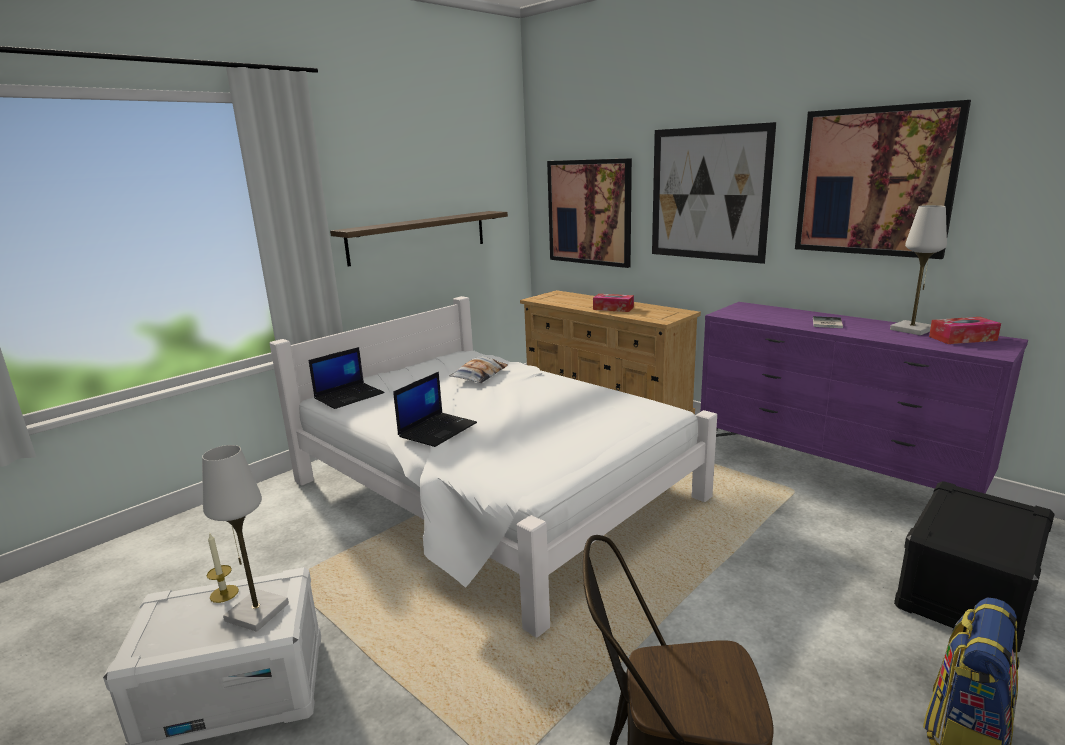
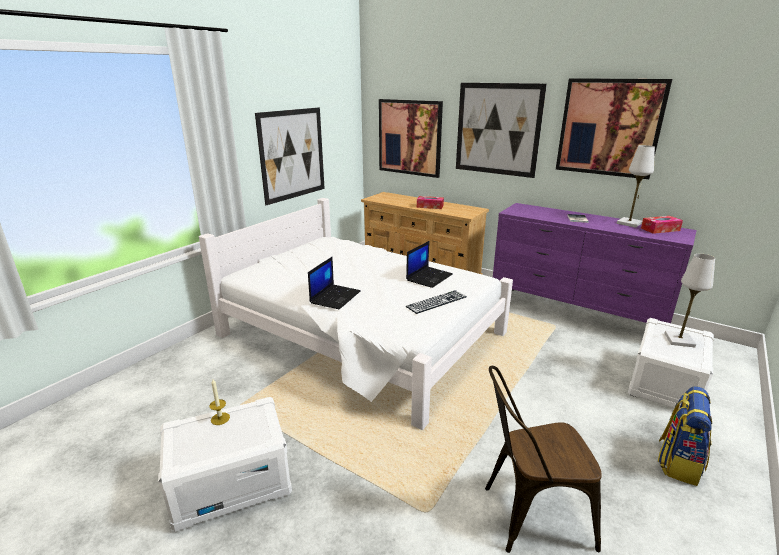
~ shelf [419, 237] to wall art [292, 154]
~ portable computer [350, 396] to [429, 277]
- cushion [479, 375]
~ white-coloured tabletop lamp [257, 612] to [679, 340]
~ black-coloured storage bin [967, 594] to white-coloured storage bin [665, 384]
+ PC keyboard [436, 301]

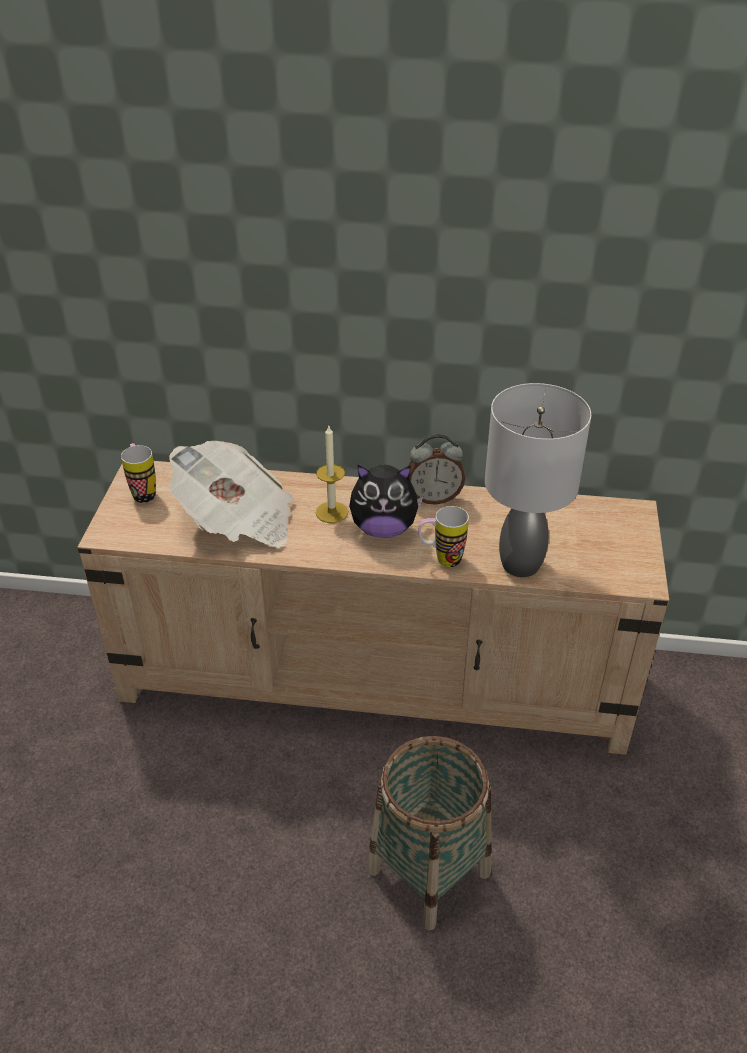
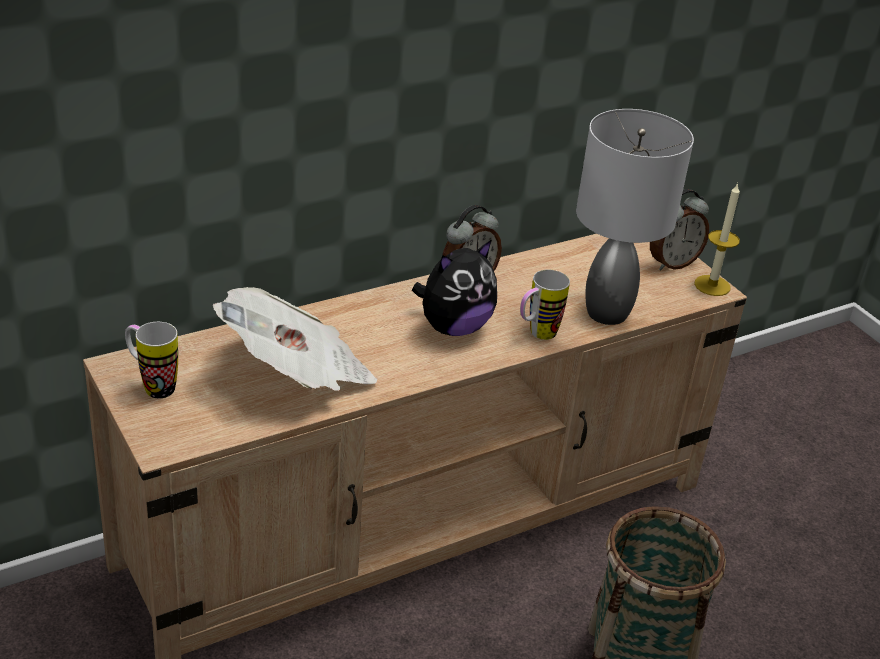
~ candle [332, 512] to [712, 285]
+ alarm clock [672, 263]

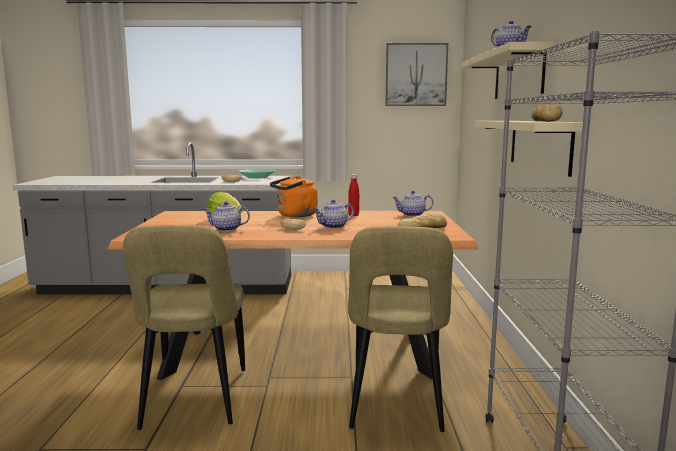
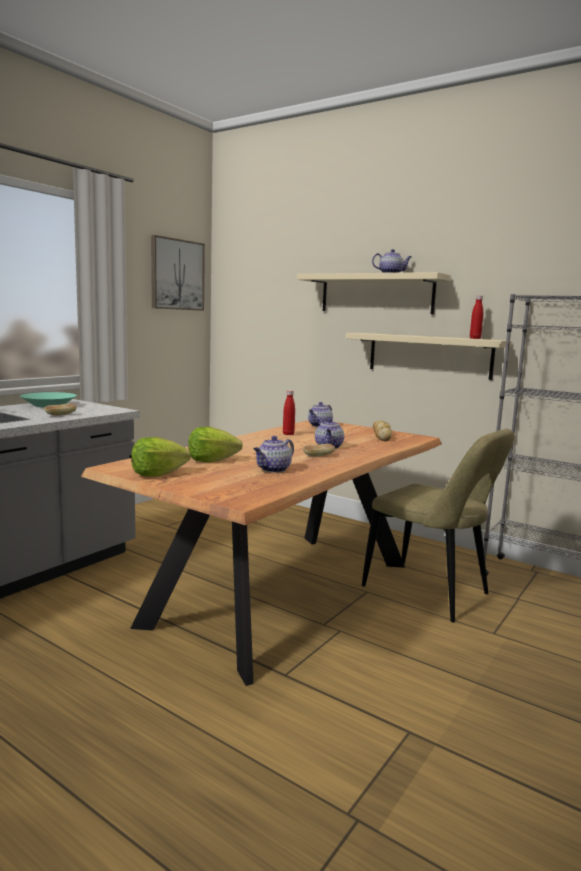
~ baked bread [545, 121] to red bottle [475, 338]
- orange-coloured water kettle [295, 215]
- sand-coloured plain chair [194, 401]
+ lettuce head [157, 474]

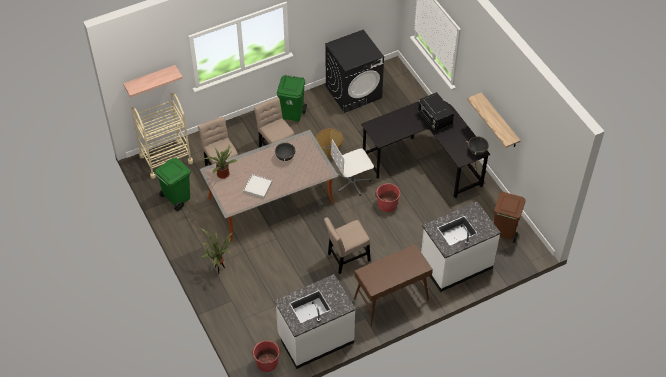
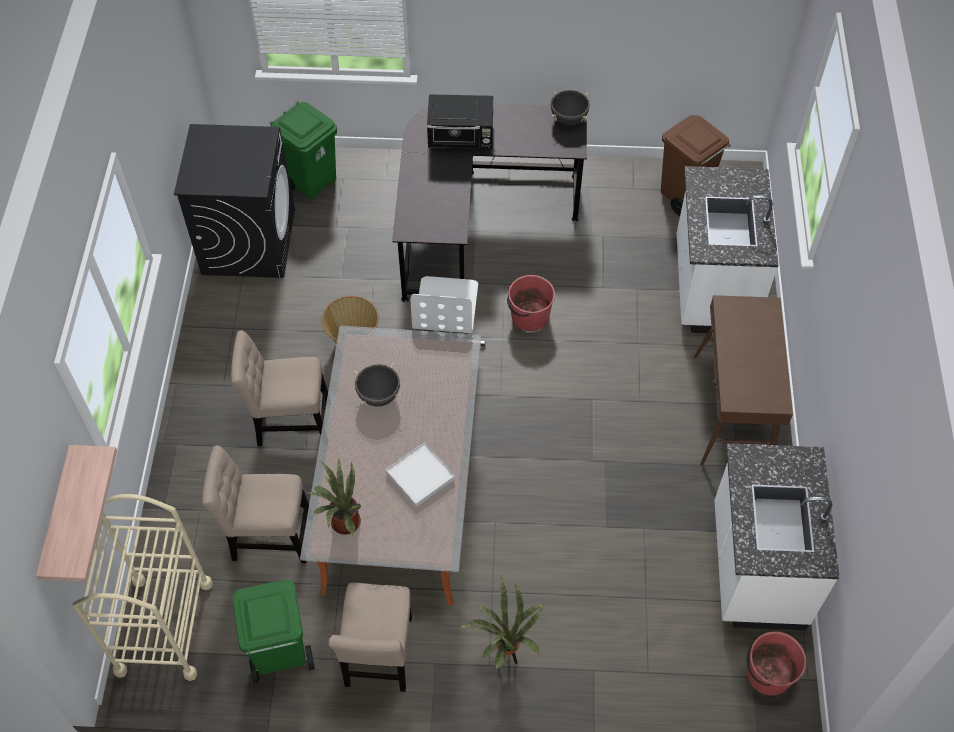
~ greenish trash can [292, 114] to [312, 181]
- shelf [499, 121]
~ sand-coloured plain chair [346, 258] to [379, 657]

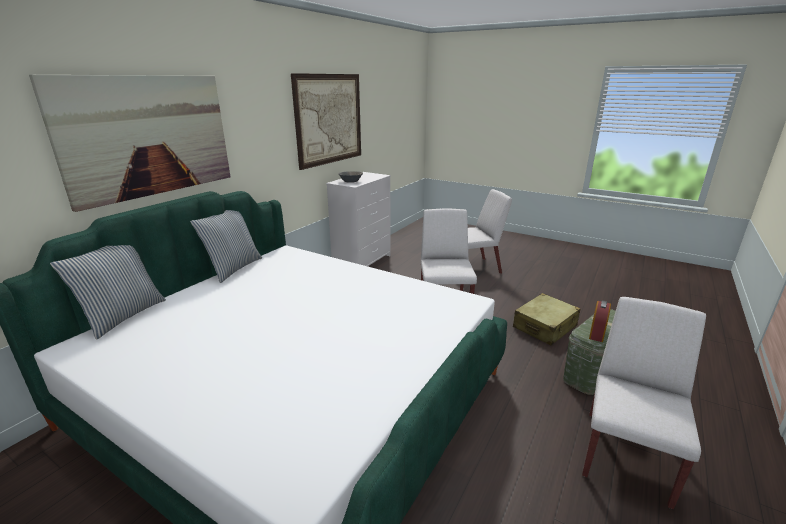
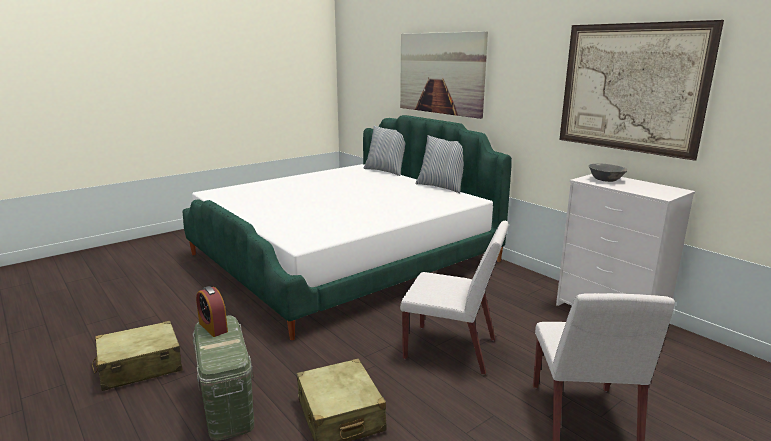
~ white-coloured plain chair [626, 454] to sand-coloured travel case [140, 366]

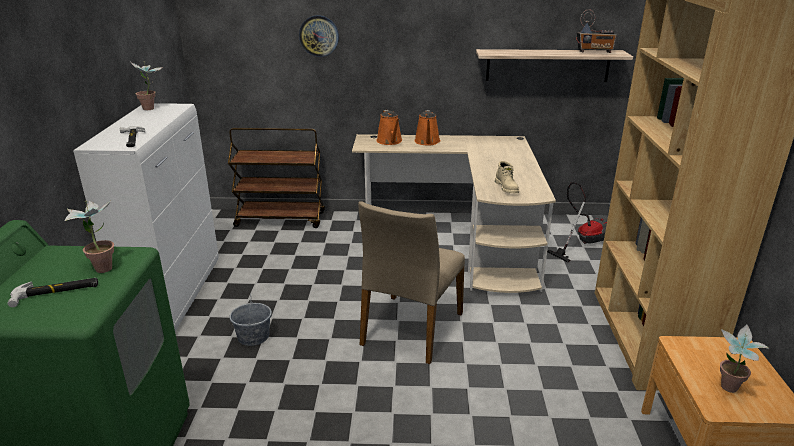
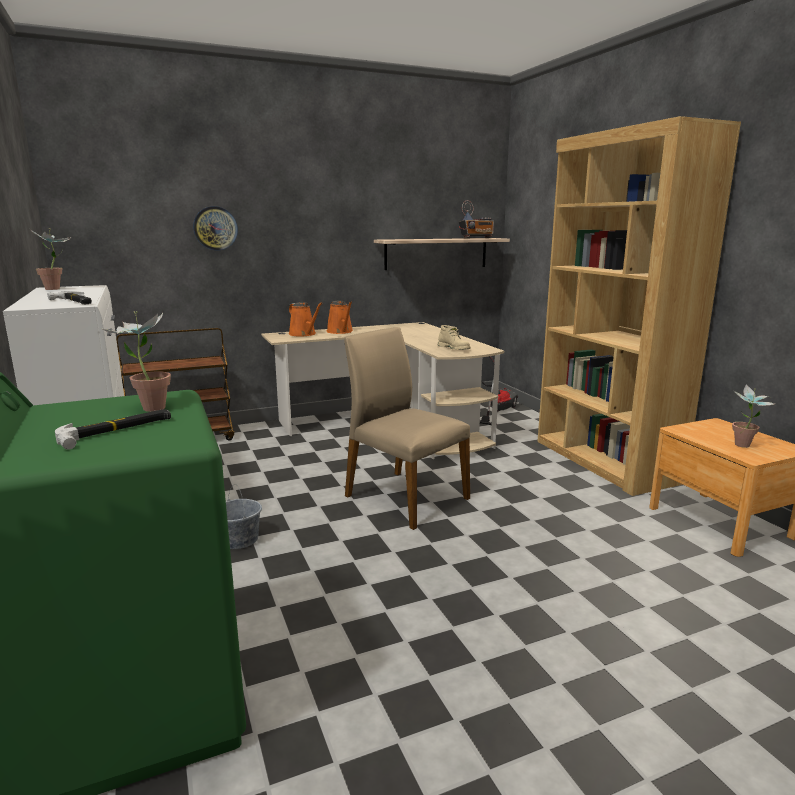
~ sand-coloured plain chair [410, 329] = [404, 497] 135 degrees clockwise

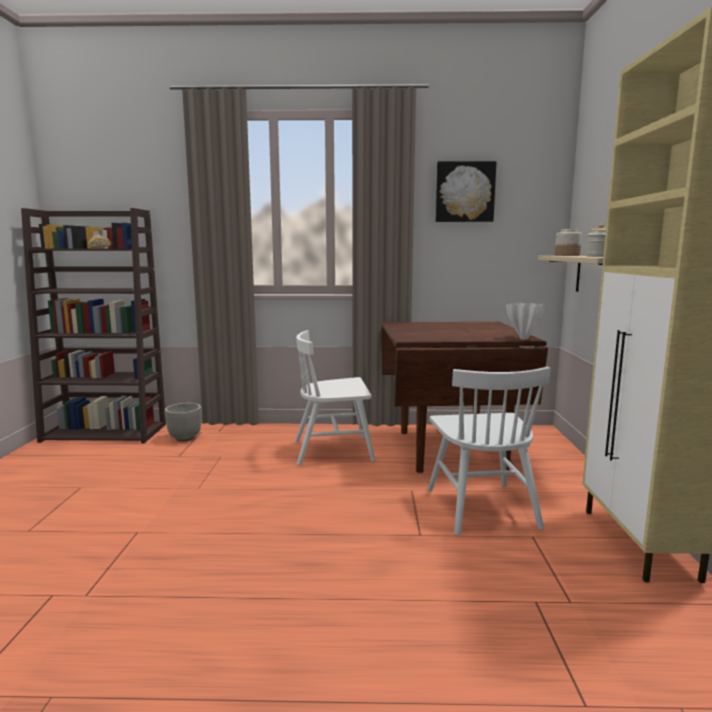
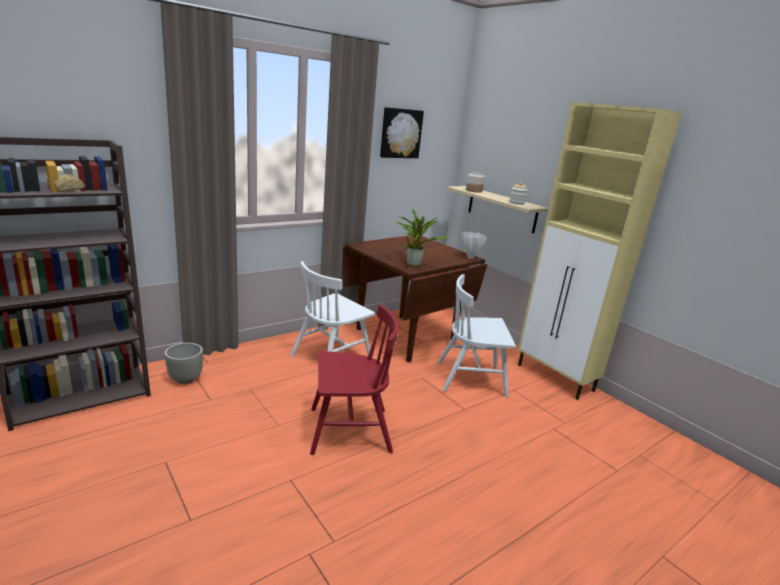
~ white-coloured plain chair [481, 507] = [471, 378] 135 degrees clockwise
+ plant in a pot [413, 264]
+ red plain chair [349, 430]

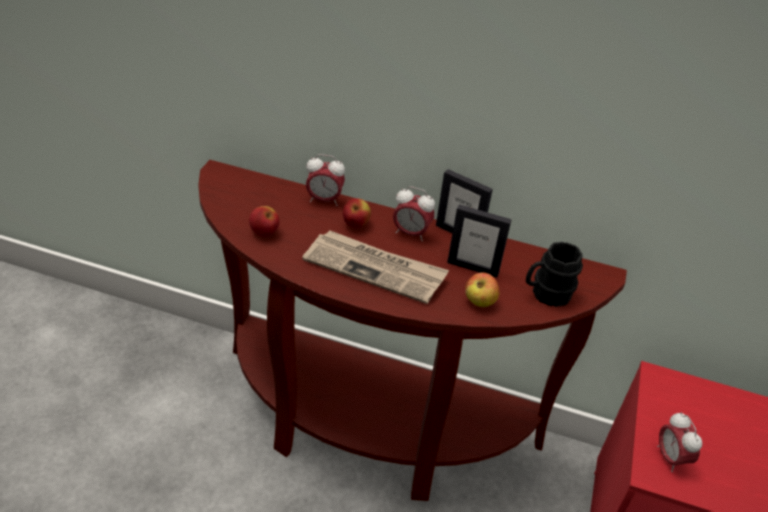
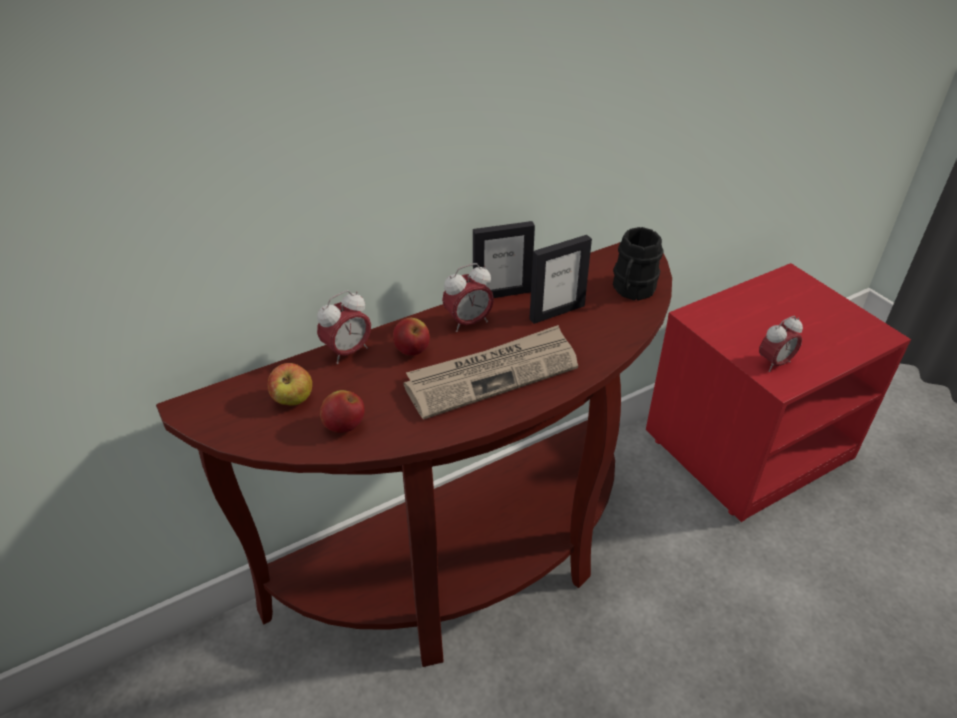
~ whole apple [479, 301] to [293, 399]
~ alarm clock [670, 458] = [774, 363] 60 degrees counterclockwise

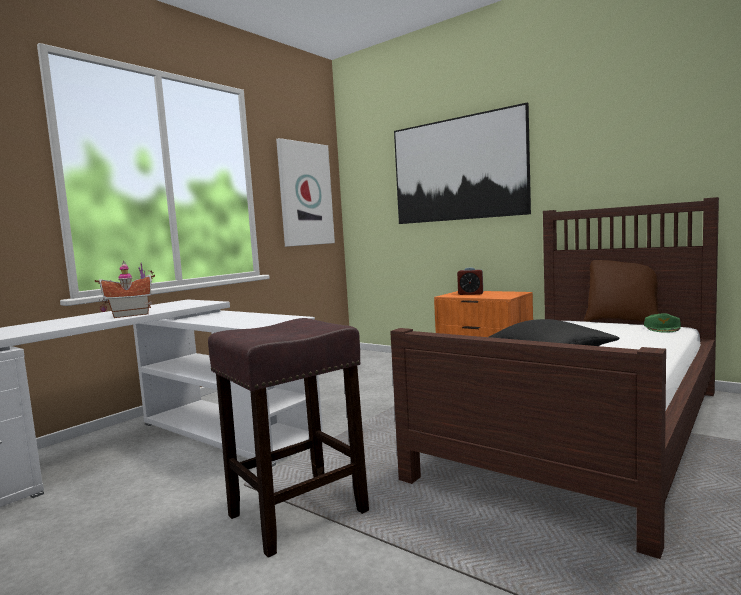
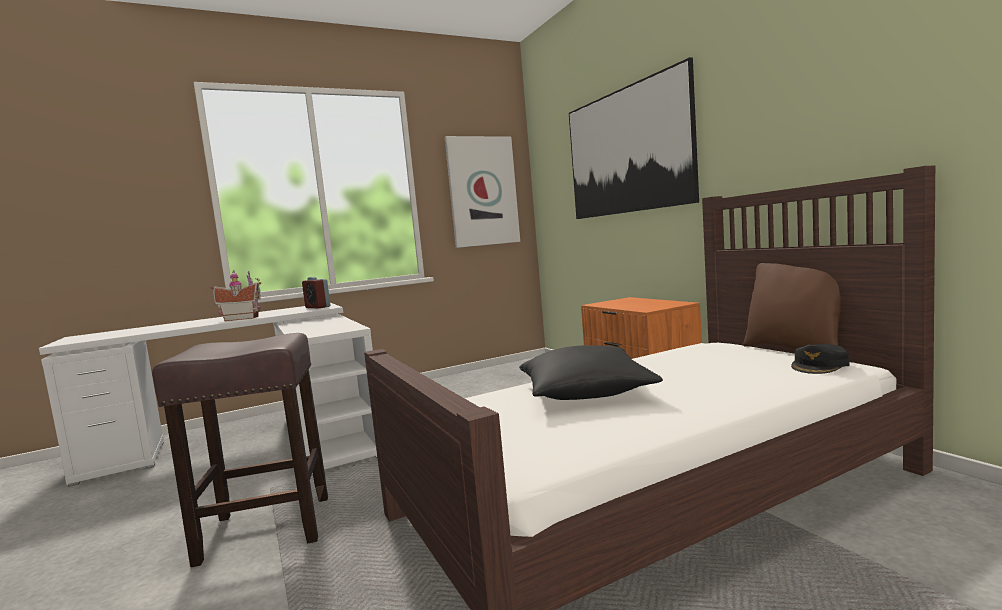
~ alarm clock [470, 294] to [317, 307]
~ greenish cap [662, 328] to black-coloured cap [820, 366]

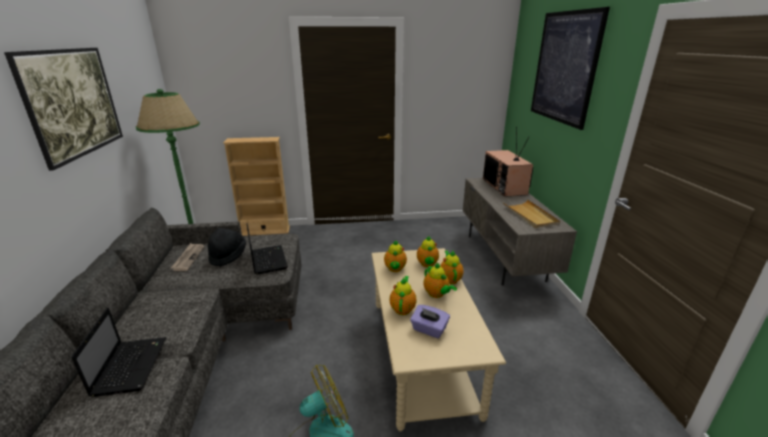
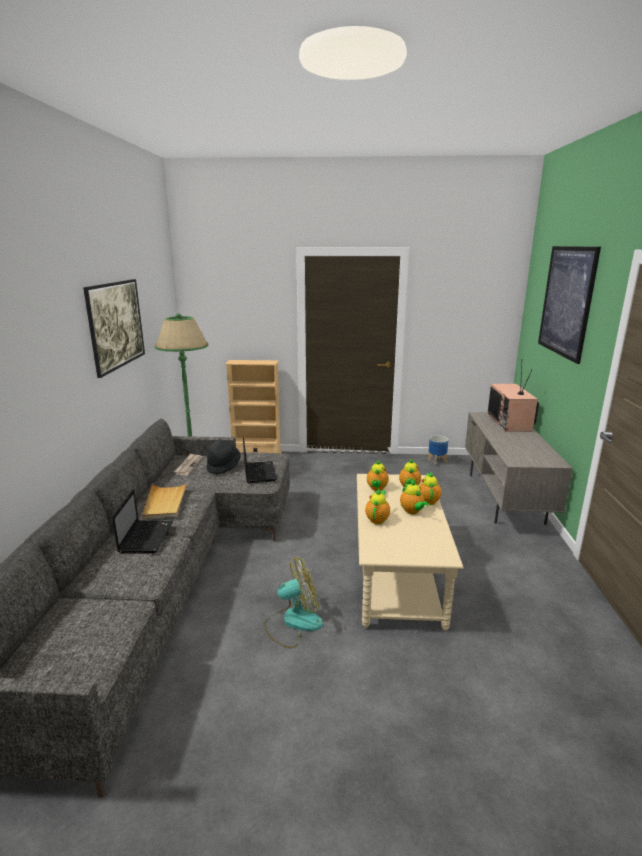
~ sand-coloured serving tray [530, 215] to [165, 502]
- purplish tissue box [429, 330]
+ flower pot [436, 461]

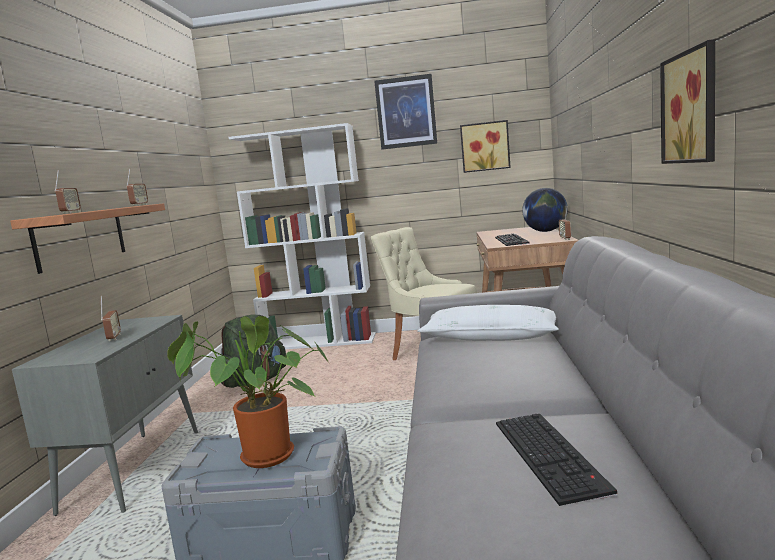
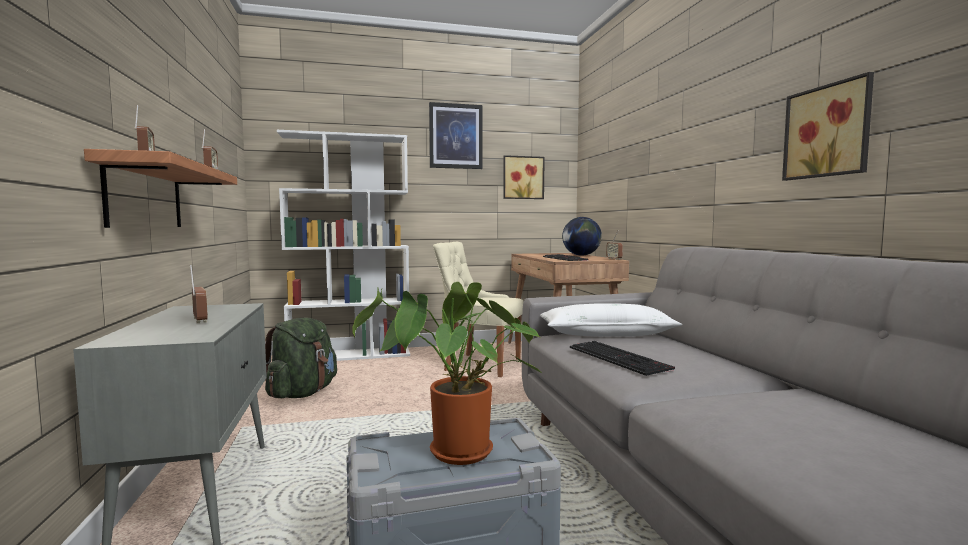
~ PC keyboard [551, 455] to [620, 358]

